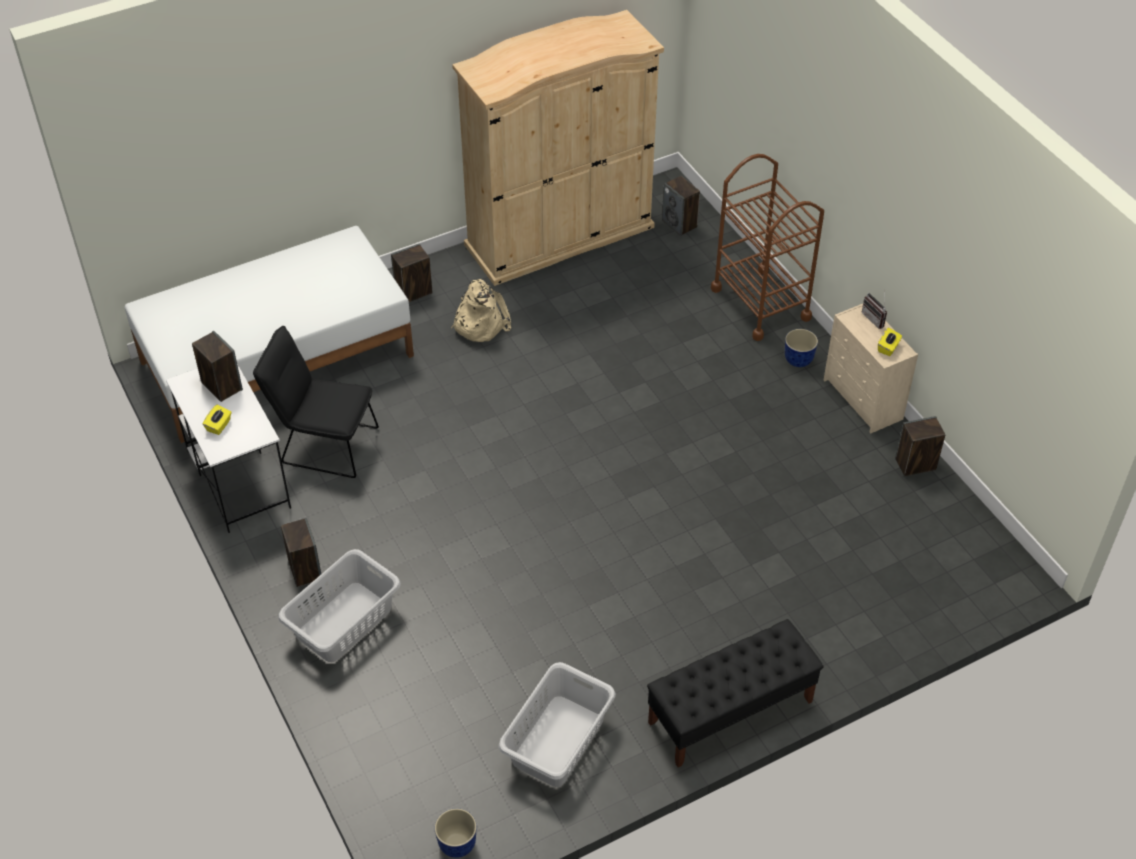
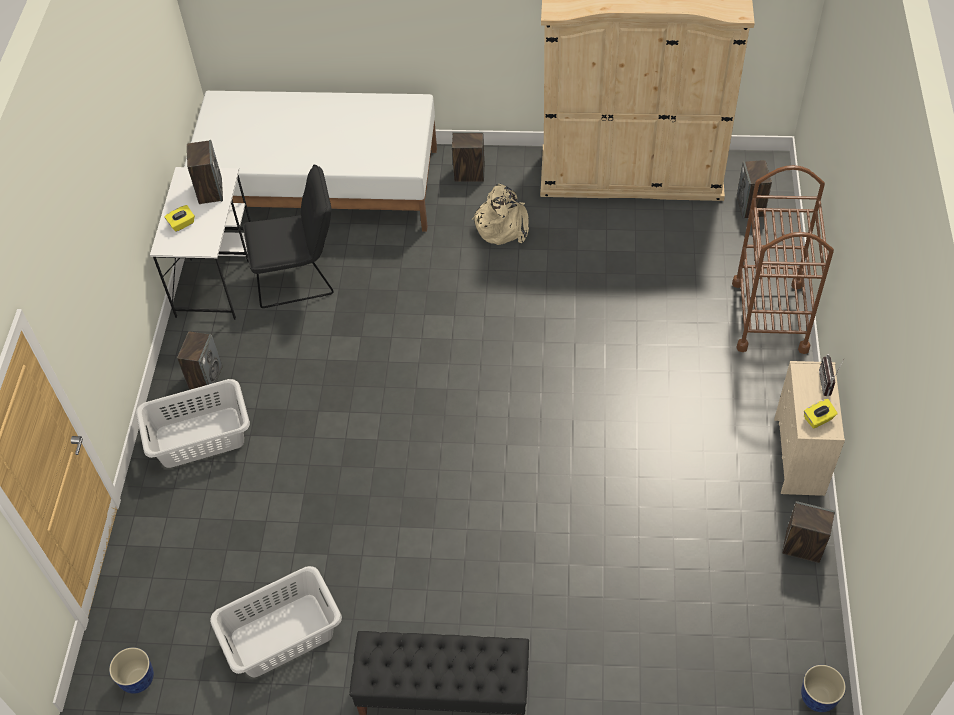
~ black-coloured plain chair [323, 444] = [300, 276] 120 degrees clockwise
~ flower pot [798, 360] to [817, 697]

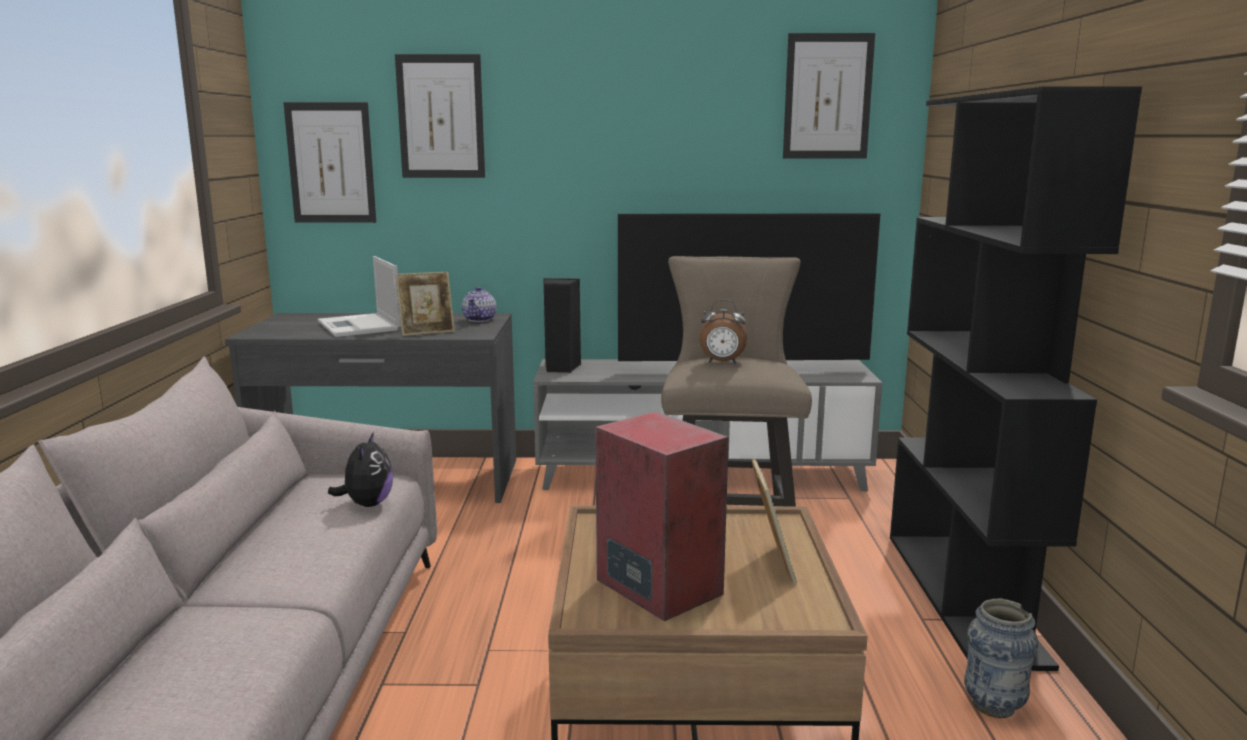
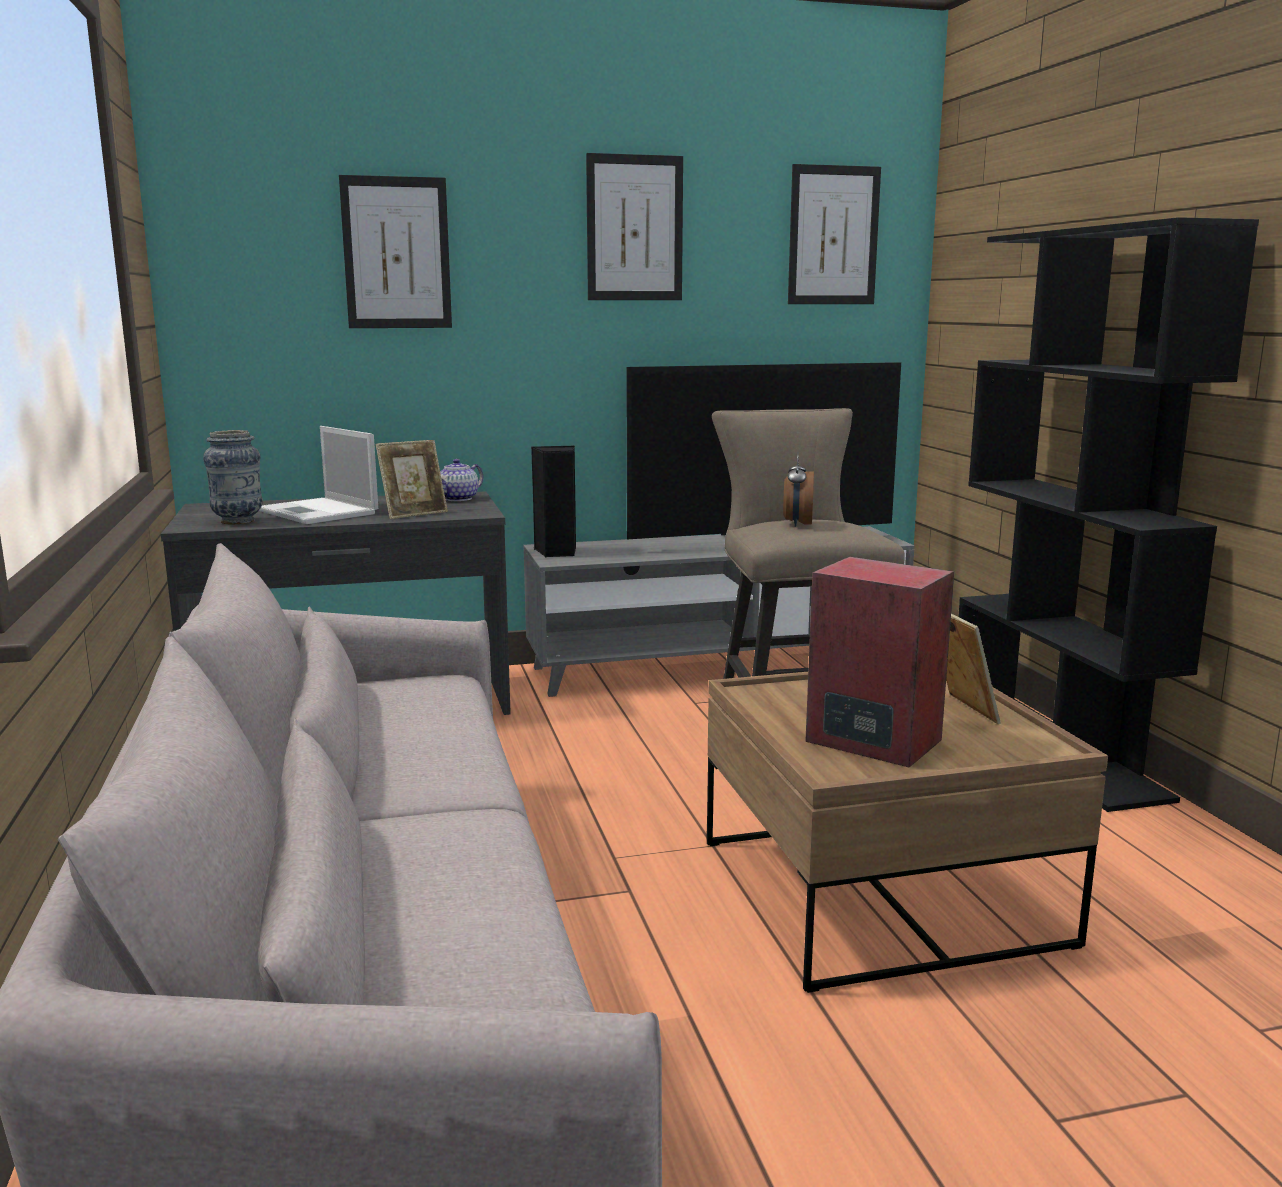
~ wall art [331, 163] to [634, 228]
~ tea pot [480, 319] = [458, 498] 45 degrees clockwise
~ alarm clock [722, 362] = [797, 524] 105 degrees clockwise
- cuddly toy [367, 504]
~ vase [993, 706] to [238, 521]

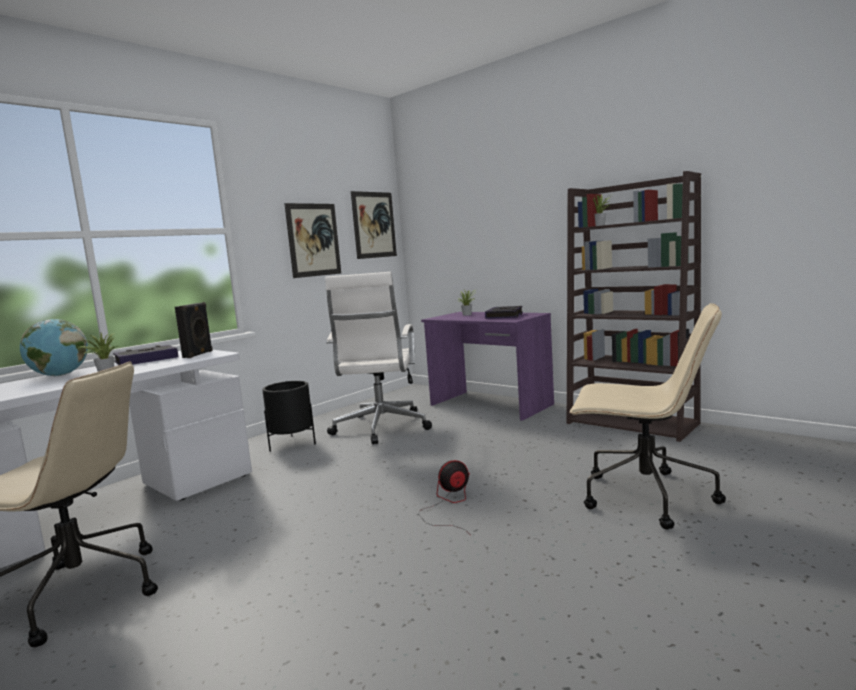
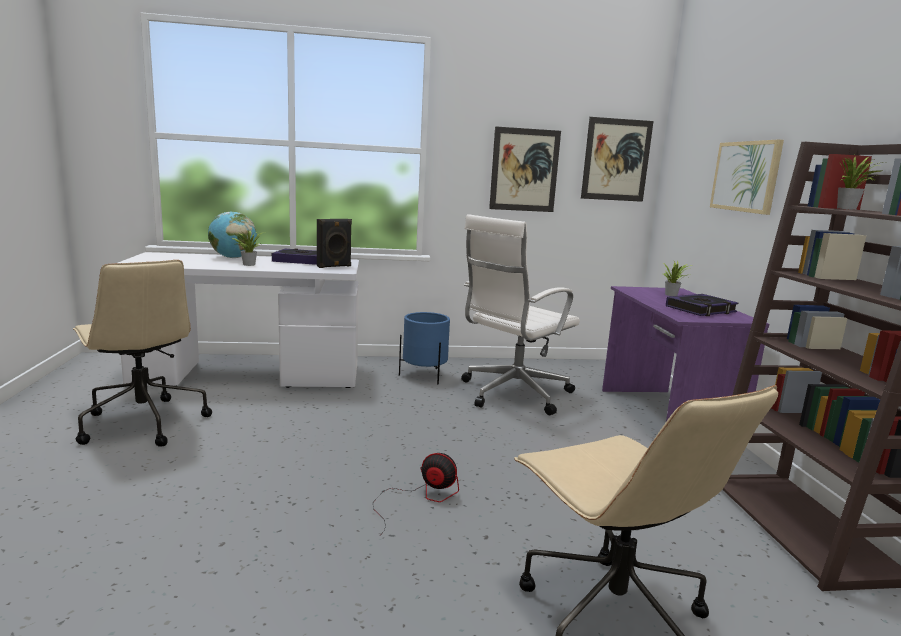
~ black-coloured flower pot [292, 444] to blue-coloured flower pot [424, 376]
+ wall art [745, 176]

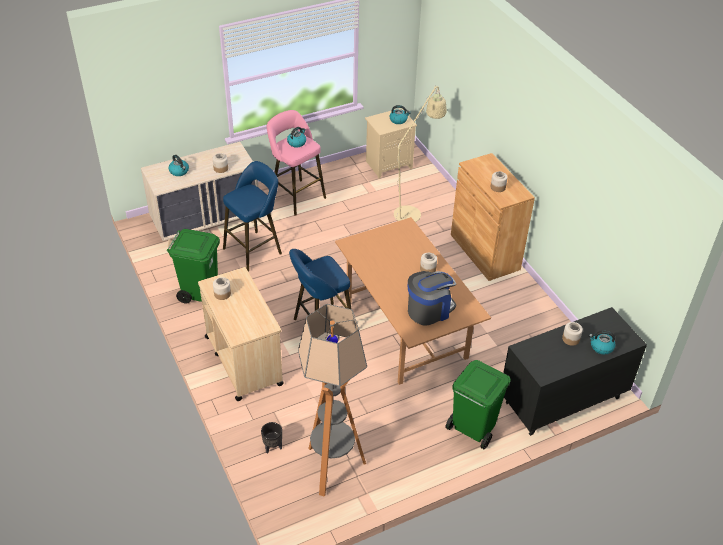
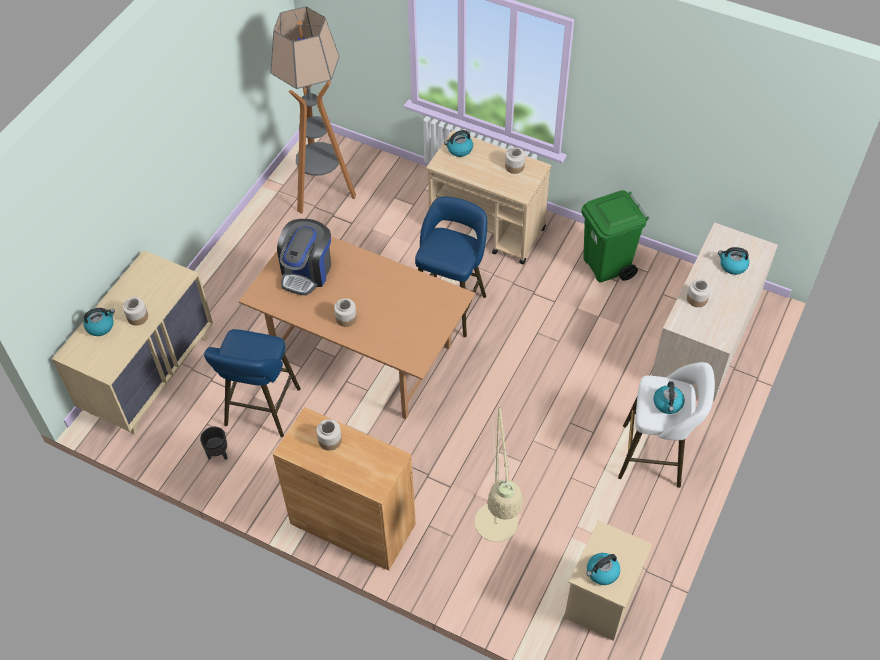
~ pink-coloured sitting stool [296, 195] to white-coloured sitting stool [656, 456]
~ blue-coloured sitting stool [255, 249] to [261, 411]
~ black-coloured dresser [562, 401] to sand-coloured dresser [150, 374]
- greenish trash can [472, 429]
~ black-coloured flower pot [273, 447] to [217, 454]
+ water kettle [459, 149]

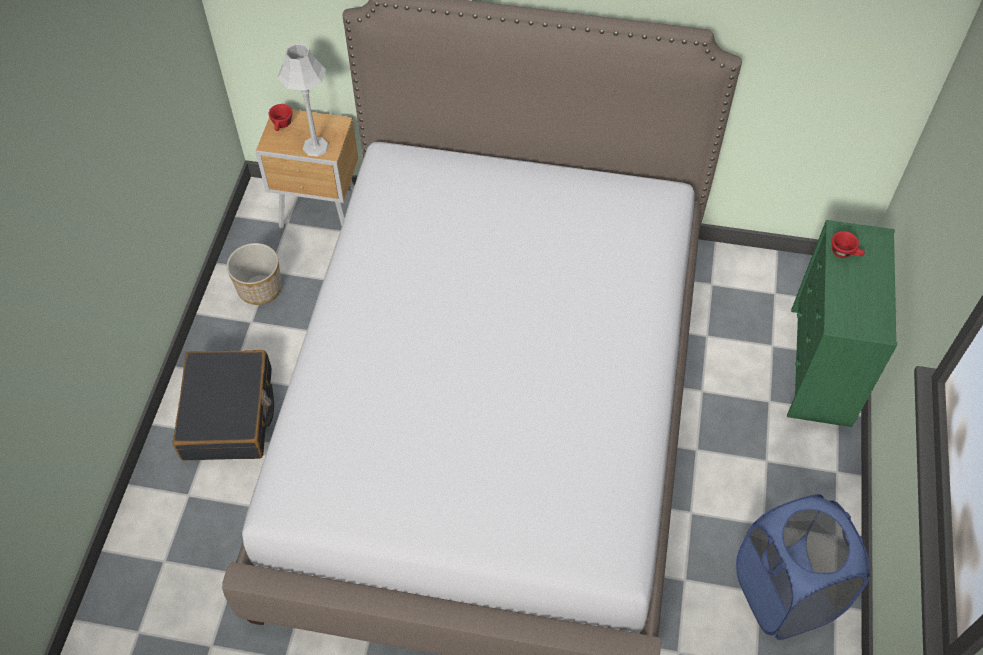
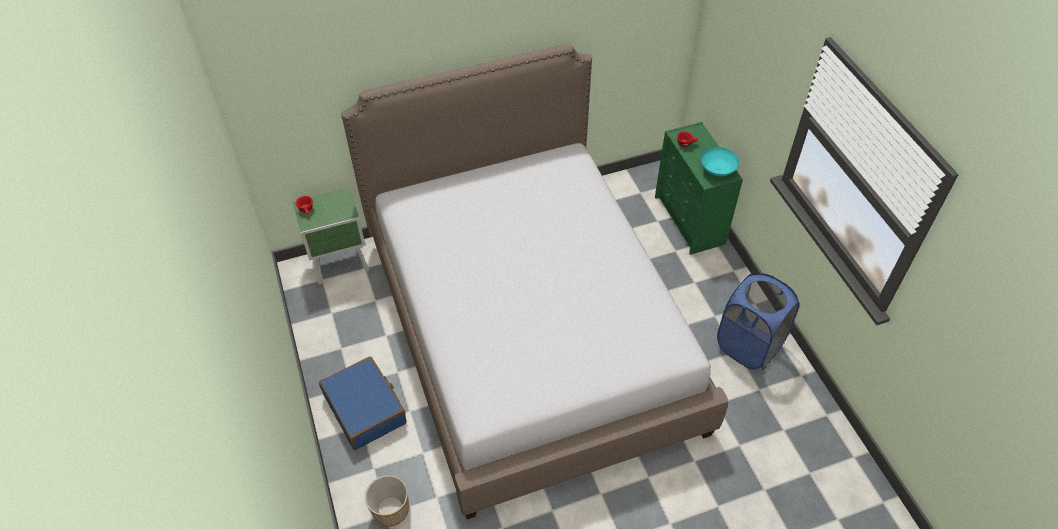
- grey tabletop lamp [315, 147]
~ brown-coloured night table [322, 215] to greenish night table [342, 265]
~ flower pot [259, 288] to [390, 509]
~ black-coloured travel case [228, 414] to blue-coloured travel case [365, 409]
+ turquoise serving bowl [716, 170]

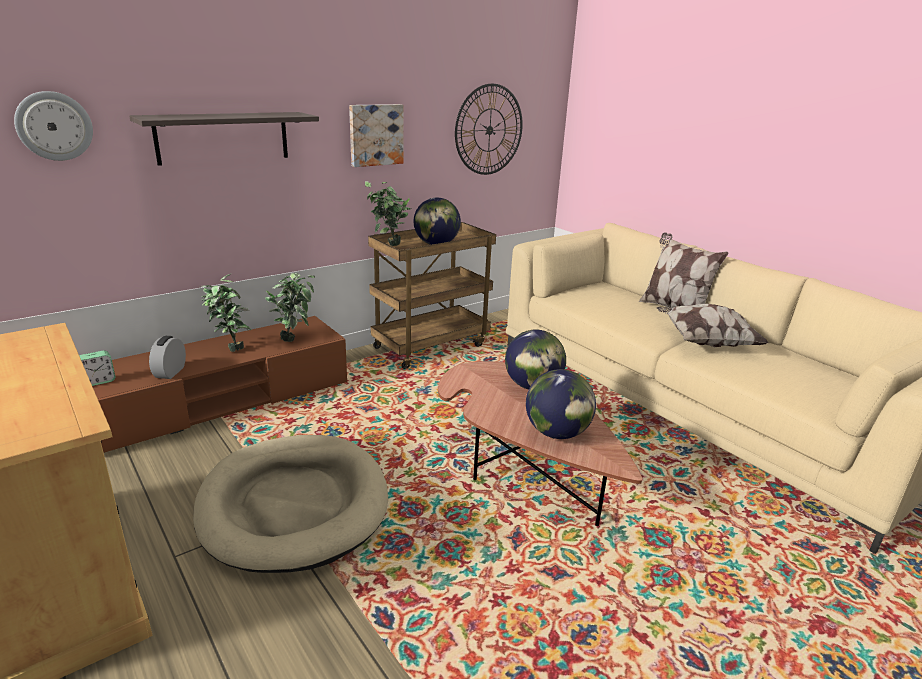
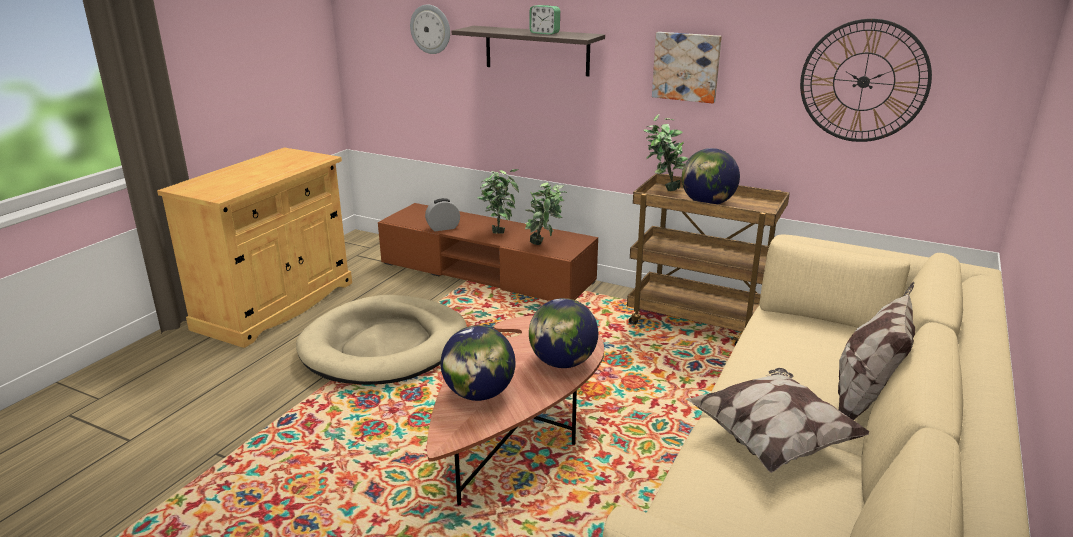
~ alarm clock [97, 382] to [544, 33]

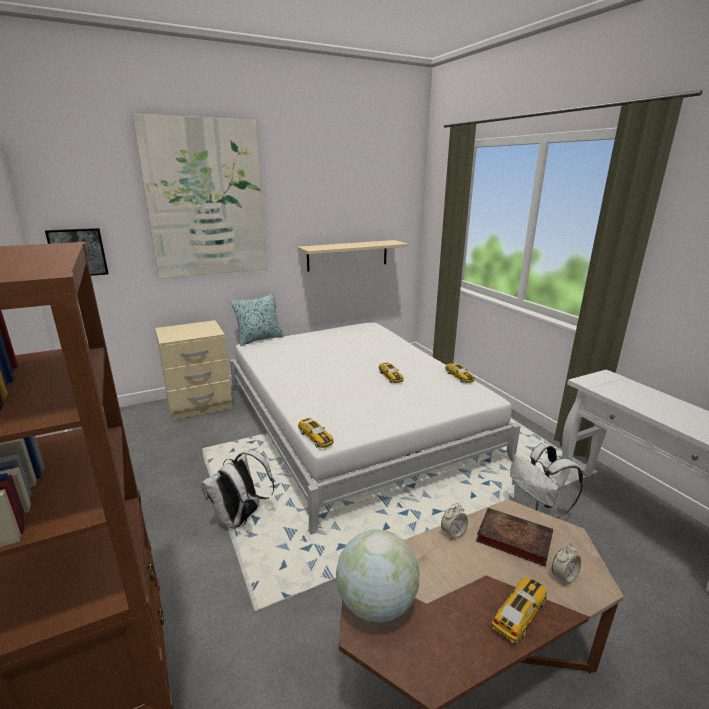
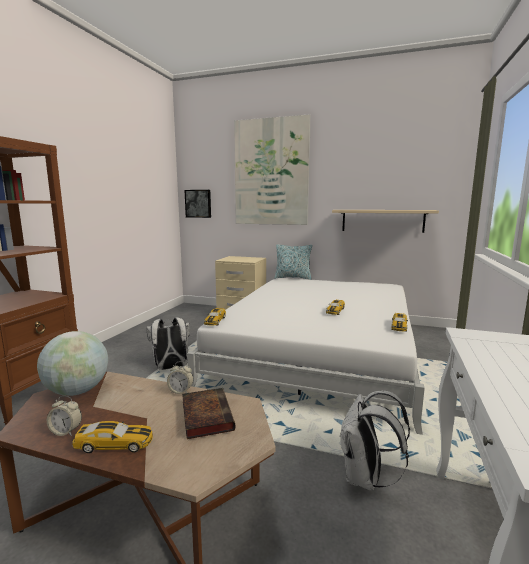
~ alarm clock [563, 576] to [66, 432]

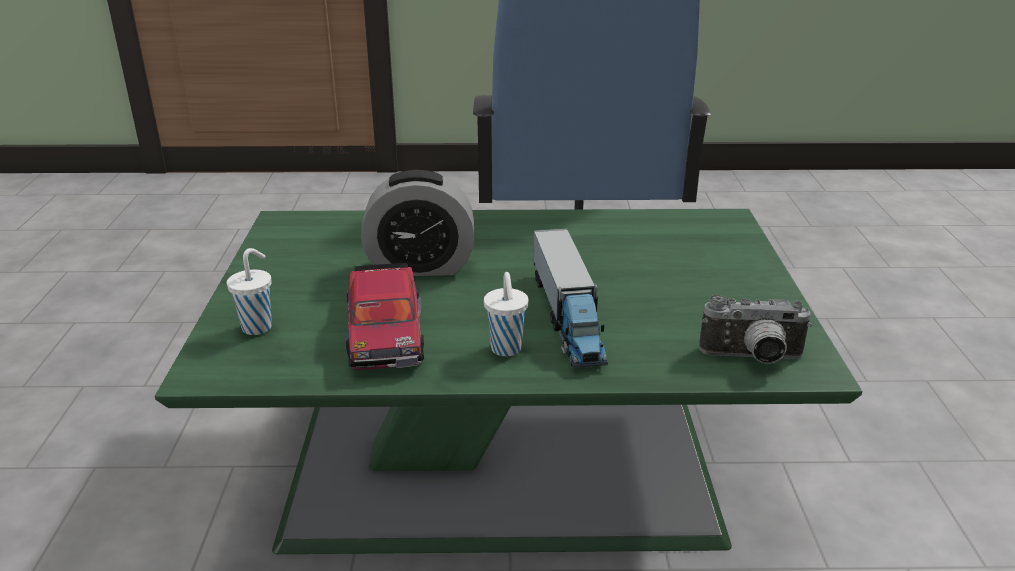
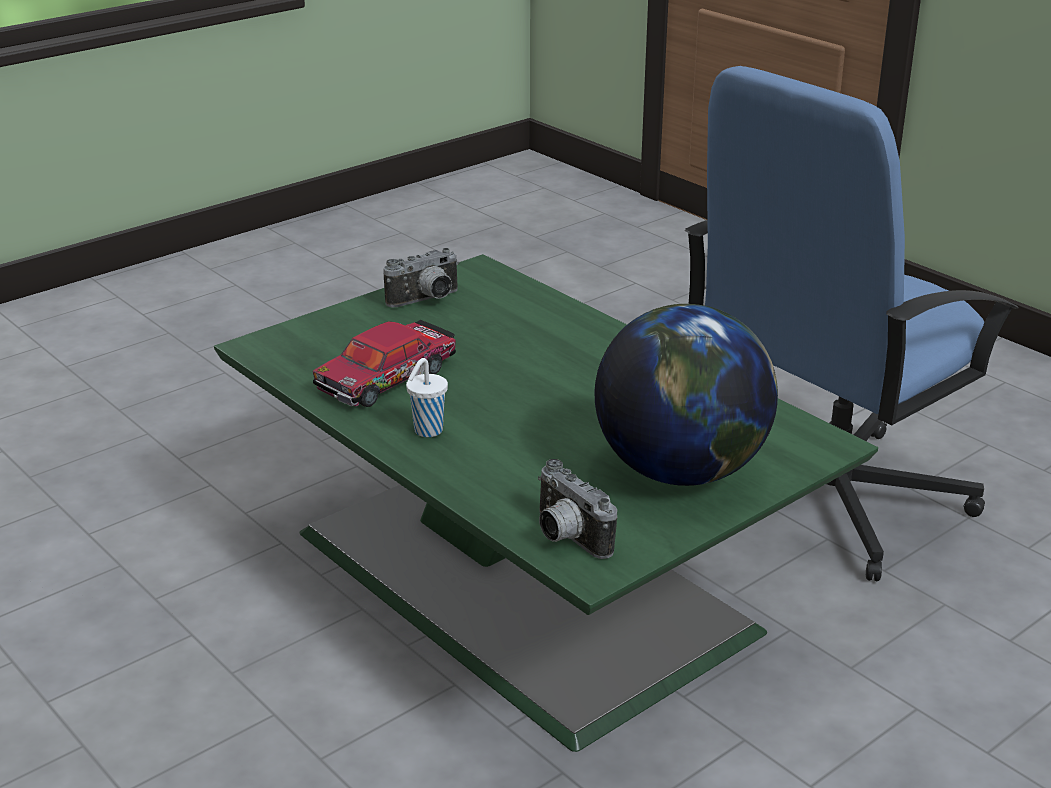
- alarm clock [420, 266]
- toy lorry [567, 316]
- white-coloured drinking cup [258, 327]
+ still camera [427, 301]
+ globe [681, 470]

